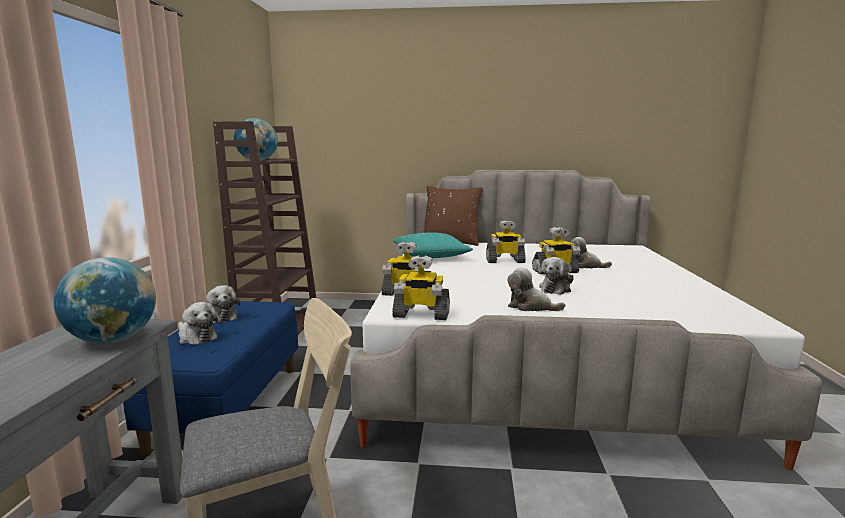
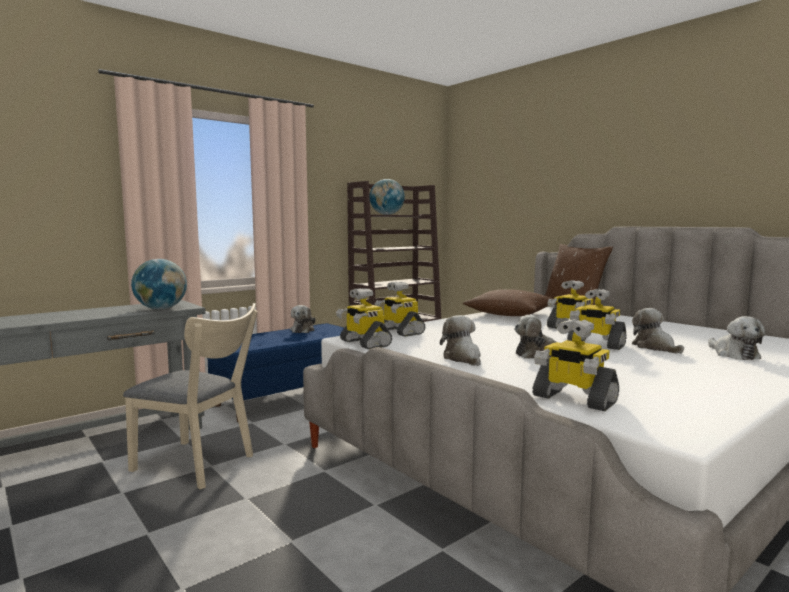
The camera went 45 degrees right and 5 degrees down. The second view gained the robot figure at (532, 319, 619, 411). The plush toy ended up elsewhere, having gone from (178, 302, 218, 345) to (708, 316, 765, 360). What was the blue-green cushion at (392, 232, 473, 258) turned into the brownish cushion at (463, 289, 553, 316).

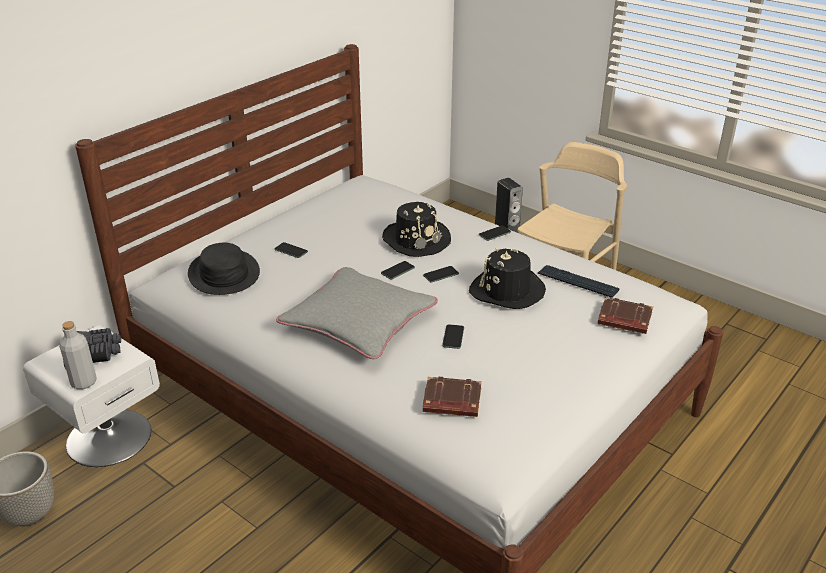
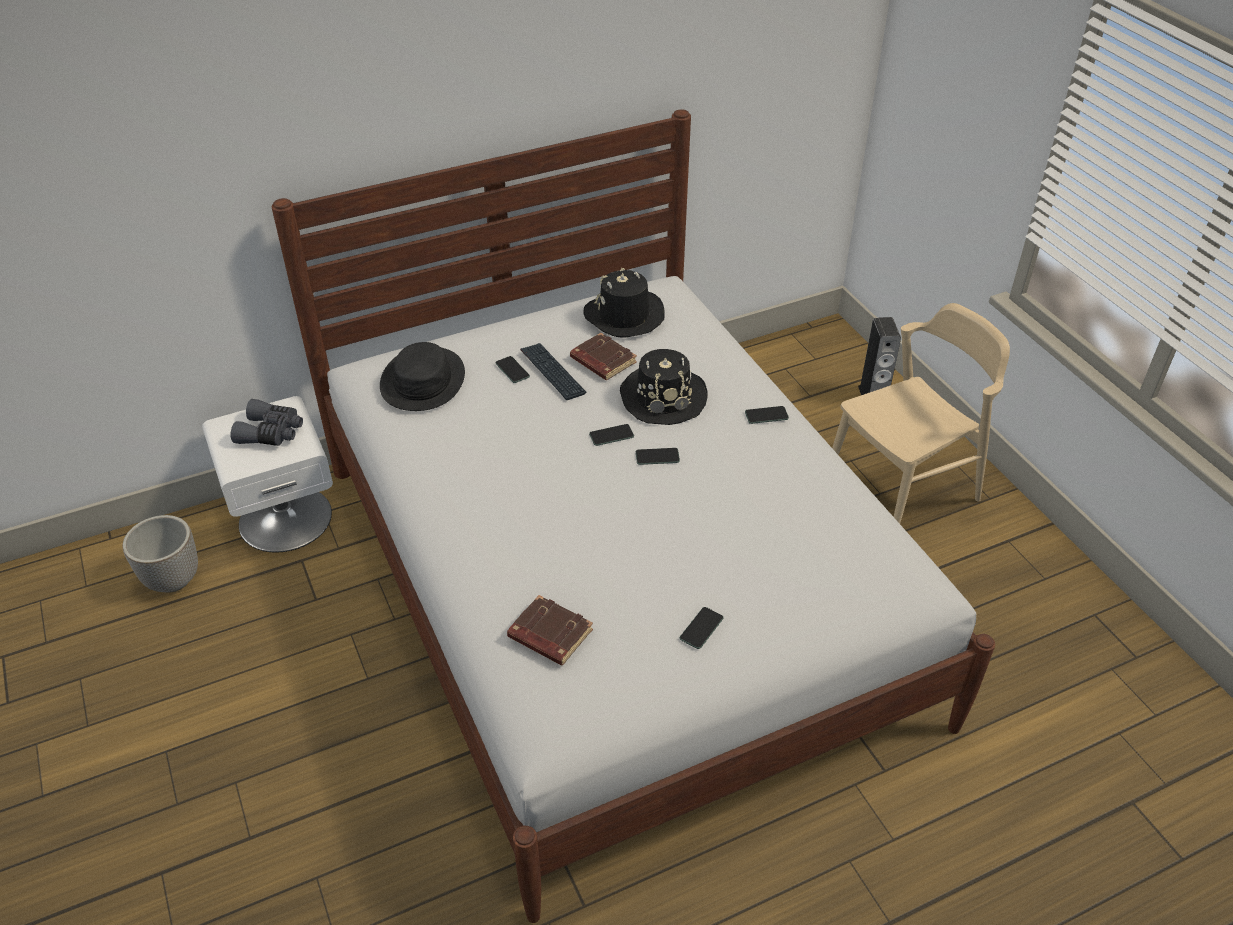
The camera went 25 degrees right and 10 degrees up. The second view lost the grey drink bottle at (59, 321, 97, 389). The second view lost the grey cushion at (276, 267, 438, 359). The handset ended up elsewhere, having gone from (442, 324, 464, 349) to (680, 607, 724, 649). The black-coloured clothing hat ended up elsewhere, having gone from (469, 248, 546, 309) to (584, 268, 665, 337). The computer keyboard ended up elsewhere, having gone from (538, 265, 620, 298) to (520, 343, 586, 400). The brownish book ended up elsewhere, having gone from (598, 297, 653, 334) to (570, 333, 637, 380).

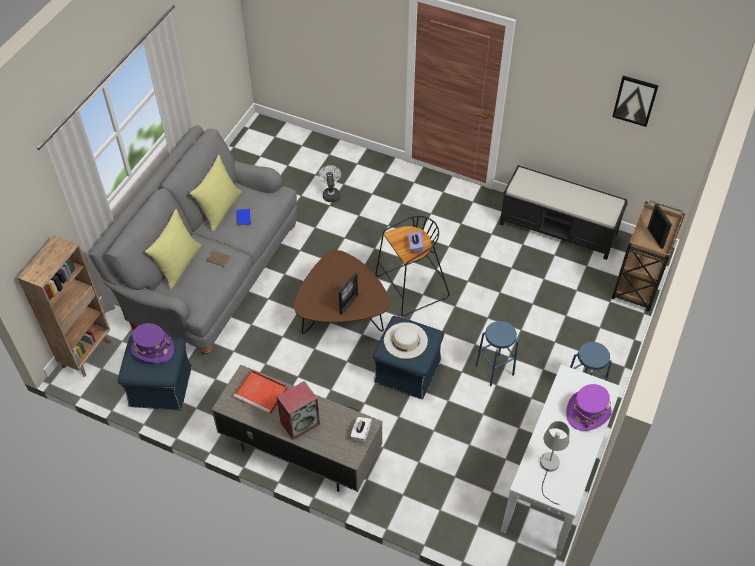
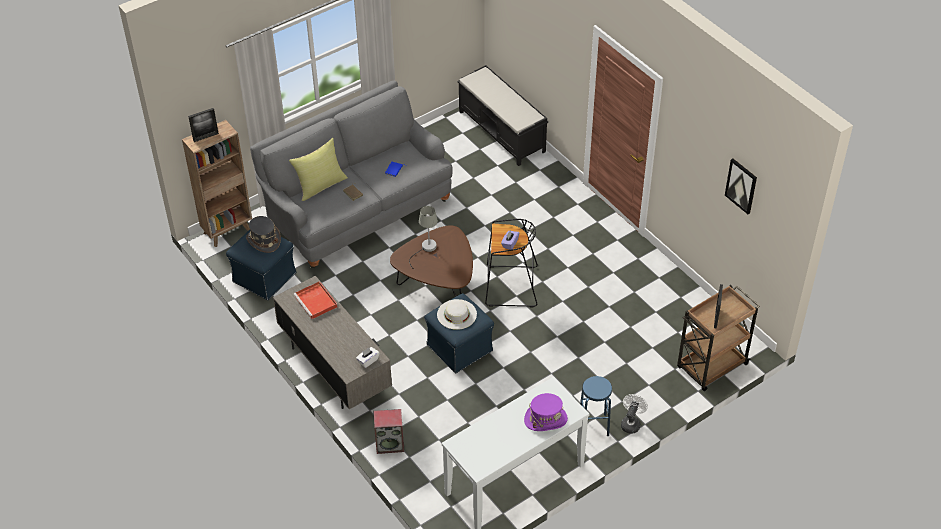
The camera went 30 degrees right and 5 degrees down. The second view lost the yellow cushion at (190, 155, 242, 232). The second view lost the blue-coloured sitting stool at (476, 321, 518, 386). The loudspeaker ended up elsewhere, having gone from (277, 381, 320, 440) to (373, 409, 404, 454). The whitish electric fan ended up elsewhere, having gone from (318, 165, 341, 202) to (621, 394, 648, 434). The photo frame ended up elsewhere, having gone from (339, 273, 358, 315) to (188, 108, 219, 142). The black-coloured long seat ended up elsewhere, having gone from (500, 165, 628, 260) to (457, 65, 548, 166). The grey lamp for a table ended up elsewhere, having gone from (540, 421, 569, 505) to (409, 206, 438, 270). What was the purple-coloured clothing hat at (131, 323, 174, 363) turned into the grey clothing hat at (246, 216, 281, 253).

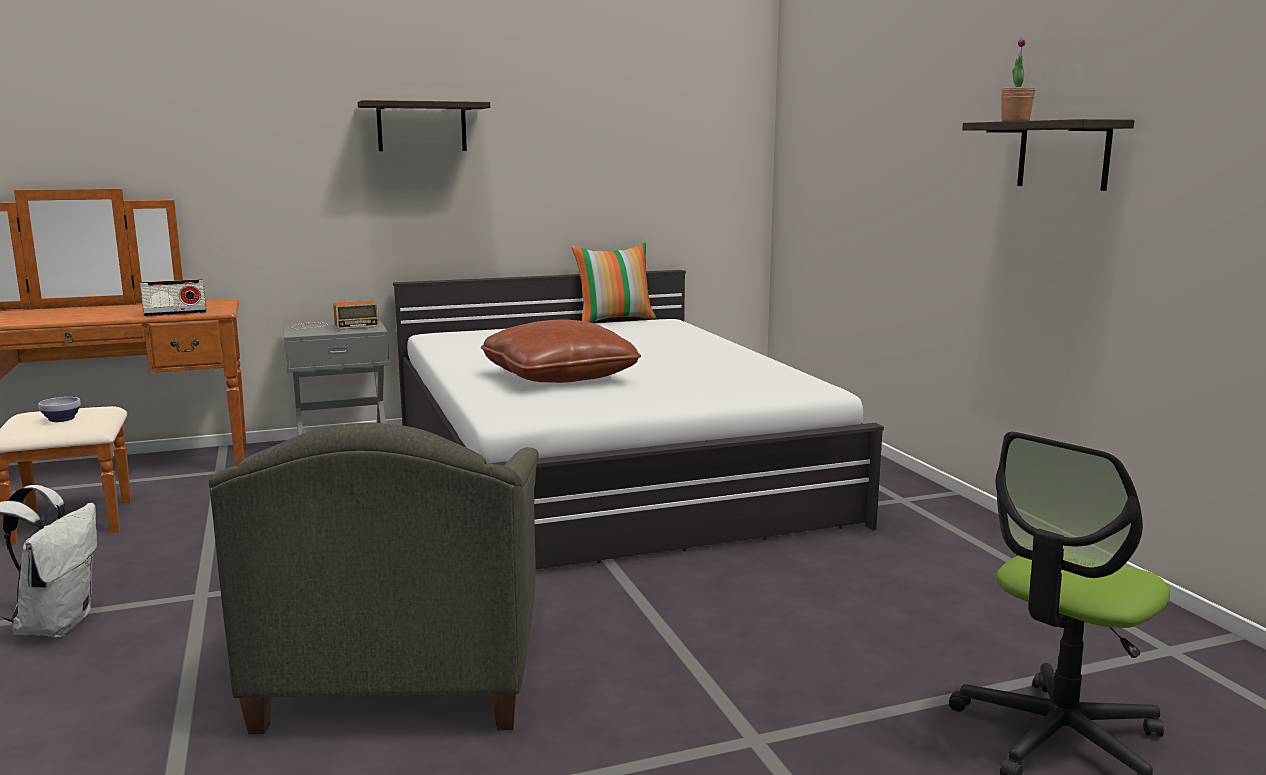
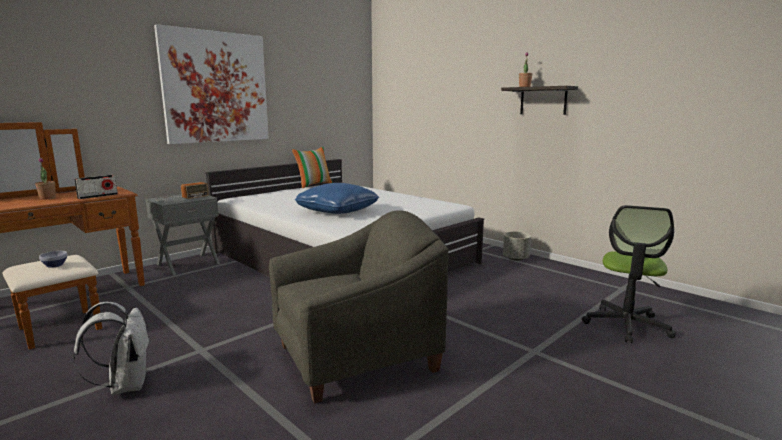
The camera went 25 degrees left and 0 degrees up. The second view gained the potted plant at (35, 158, 56, 200). The second view gained the grey flower pot at (503, 232, 531, 261). Where the wall shelf hung at (358, 100, 490, 151), the wall art came to hang at (154, 24, 269, 144). What was the brownish cushion at (481, 319, 641, 383) turned into the blue-coloured cushion at (295, 183, 379, 214). The grey easy chair at (209, 423, 539, 734) ended up facing another way, 90 degrees counterclockwise from before.

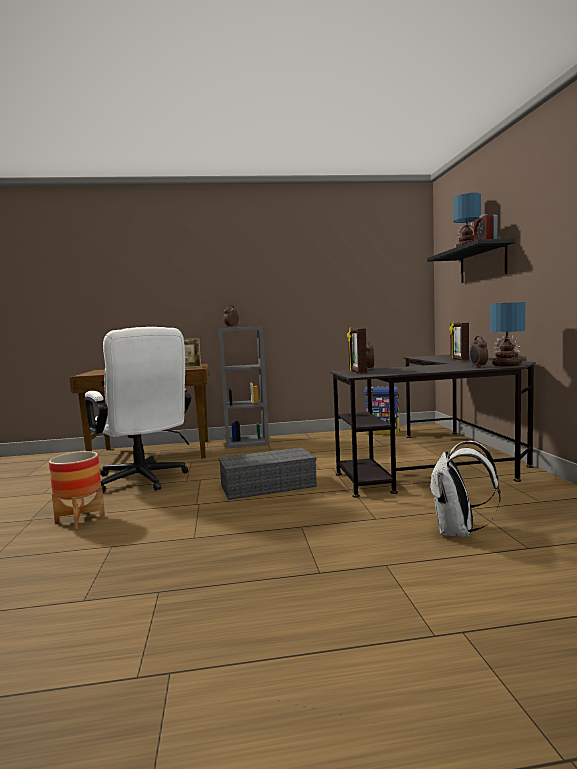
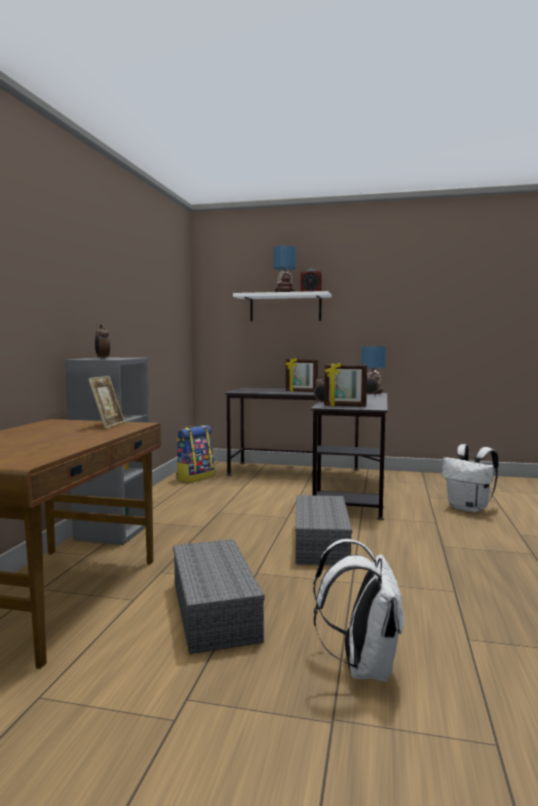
The camera went 70 degrees left and 0 degrees up. Where the flower pot stood at (49, 451, 105, 529), the whitish knapsack came to stand at (313, 539, 404, 682). Where the whitish office chair stood at (85, 327, 191, 492), the grey storage box came to stand at (173, 539, 264, 654). What was the black-coloured wall shelf at (427, 238, 515, 283) turned into the whitish wall shelf at (233, 291, 331, 321).

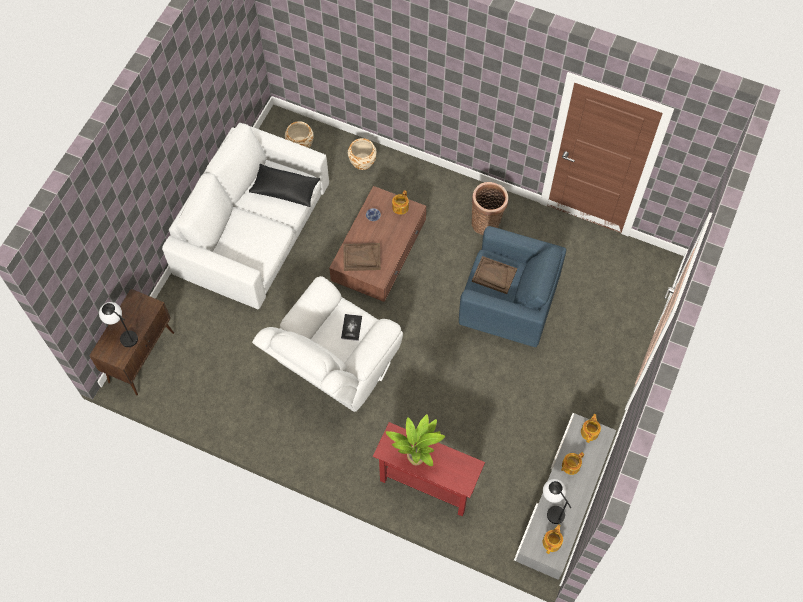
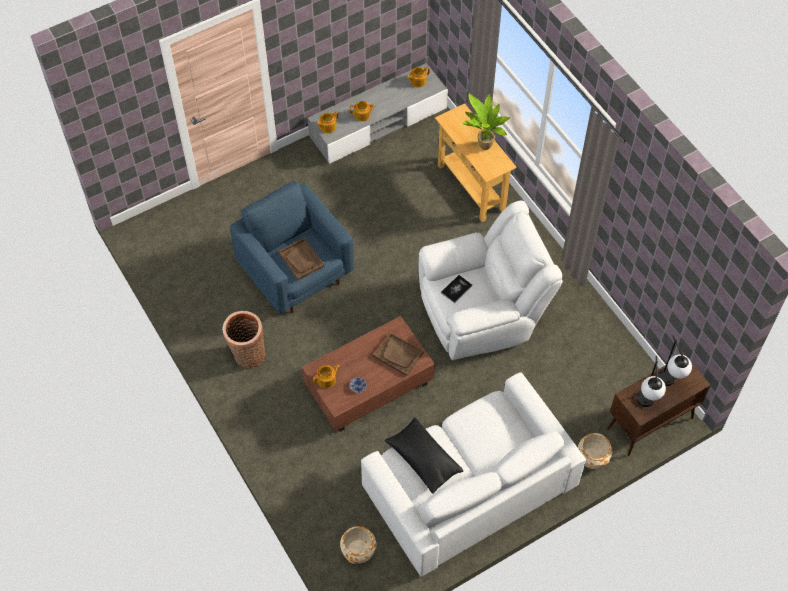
The camera went 145 degrees left and 5 degrees down. The beige-coloured flower pot ended up elsewhere, having gone from (348, 138, 377, 170) to (578, 433, 612, 469). The lamp for a table ended up elsewhere, having gone from (543, 479, 571, 524) to (636, 356, 666, 407). What was the red-coloured narrow table at (373, 422, 485, 517) turned into the beige-coloured narrow table at (435, 103, 517, 222).

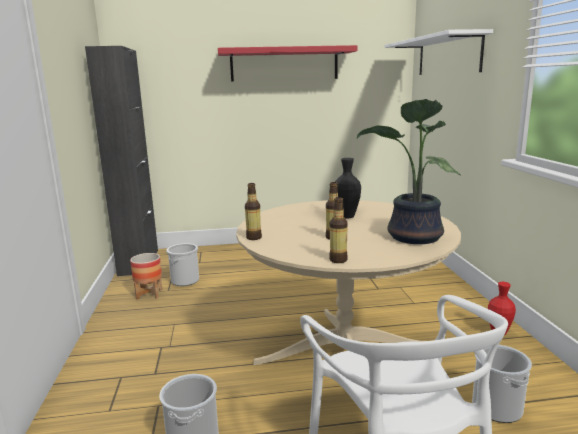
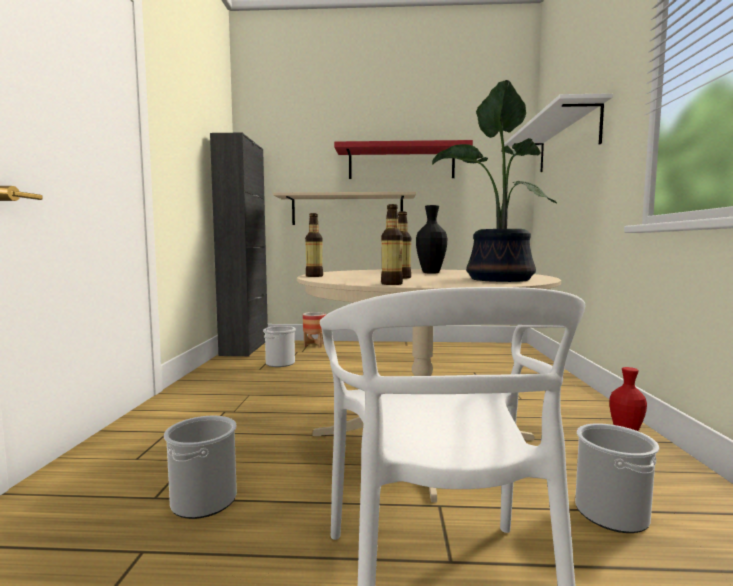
The camera went 10 degrees right and 10 degrees down. The second view gained the beige-coloured wall shelf at (273, 192, 416, 225). The flower pot ended up elsewhere, having gone from (130, 253, 163, 300) to (303, 312, 326, 348).

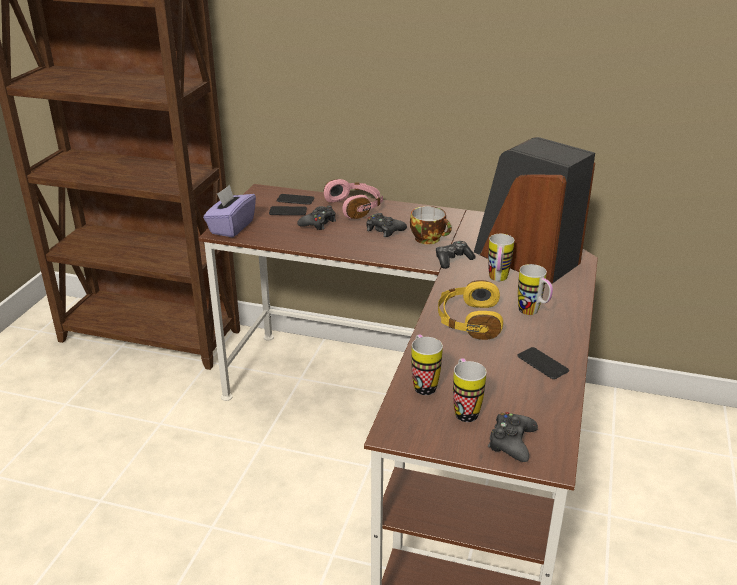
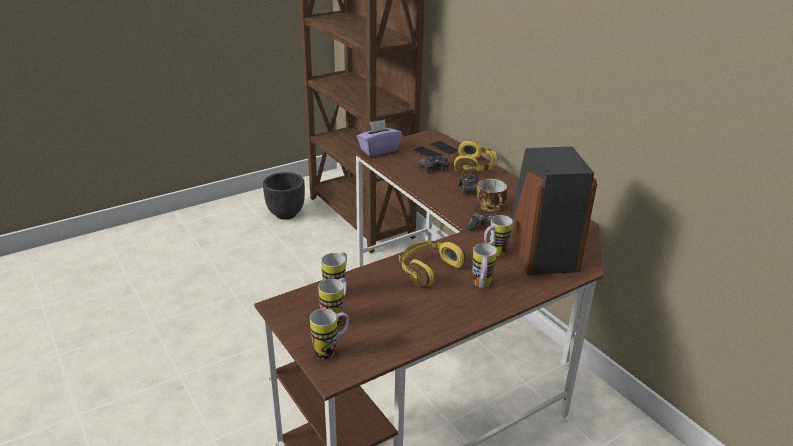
The camera went 40 degrees right and 0 degrees up. The second view lost the handset at (517, 347, 569, 379). The second view gained the black-coloured flower pot at (263, 172, 305, 219). Where the black-coloured joypad stood at (488, 412, 538, 462), the coffee mug came to stand at (310, 309, 349, 360). What was the pink-coloured headphones at (324, 179, 383, 219) turned into the yellow headphones at (454, 141, 497, 175).

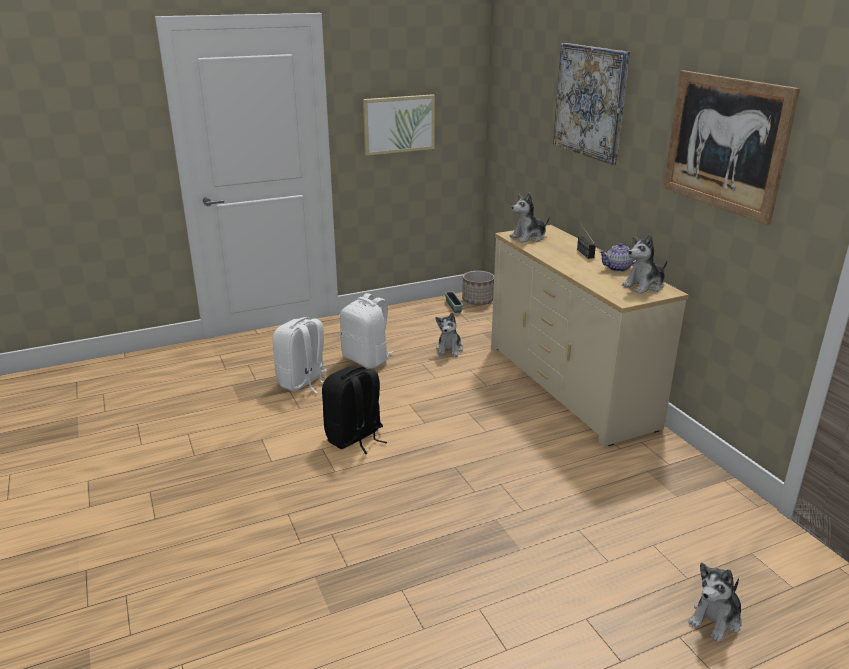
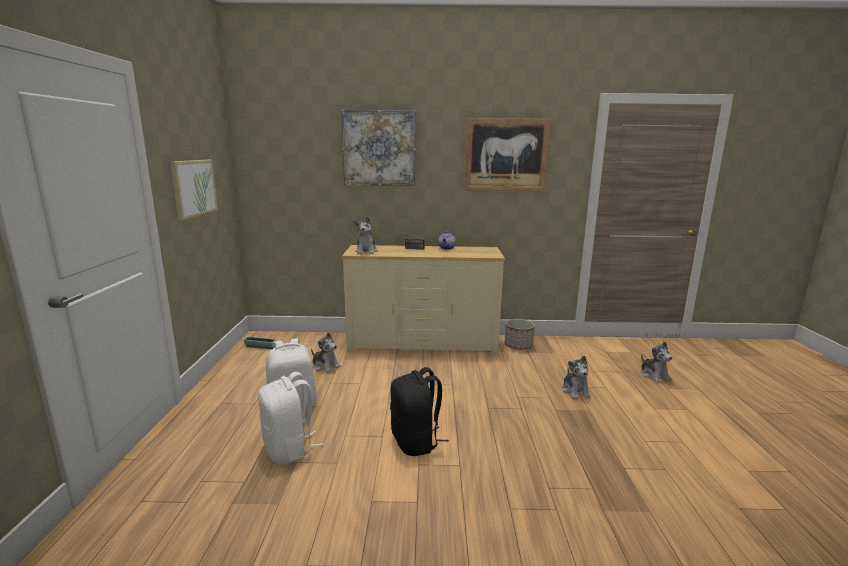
The camera went 65 degrees left and 10 degrees down. The flower pot ended up elsewhere, having gone from (462, 271, 494, 305) to (504, 319, 535, 350). The plush toy ended up elsewhere, having gone from (622, 234, 667, 294) to (562, 356, 591, 399).

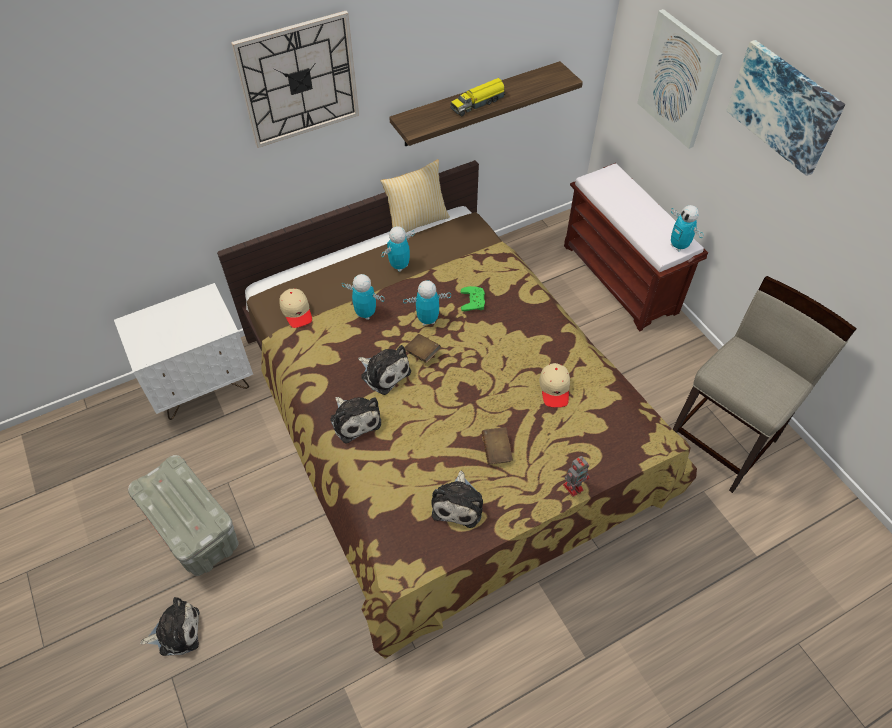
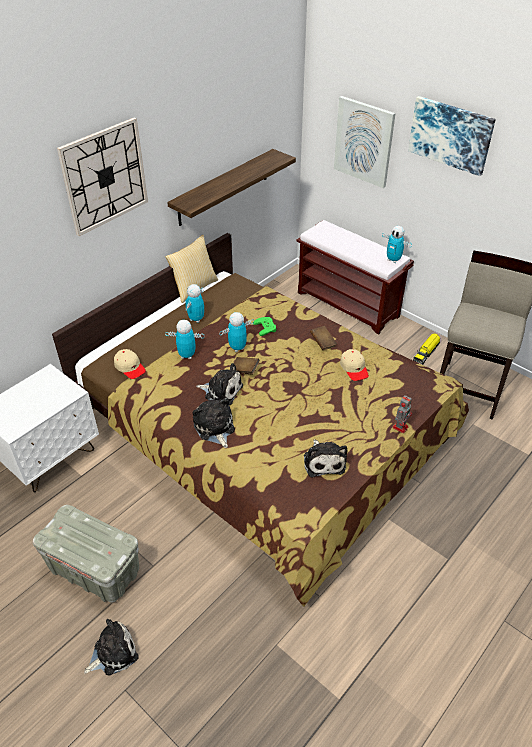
The camera went 20 degrees left and 10 degrees down. The toy truck ended up elsewhere, having gone from (450, 78, 506, 116) to (413, 333, 440, 364). The brownish book ended up elsewhere, having gone from (482, 427, 513, 465) to (310, 326, 337, 350). The plush toy at (330, 397, 381, 443) ended up facing another way, 150 degrees counterclockwise from before.

